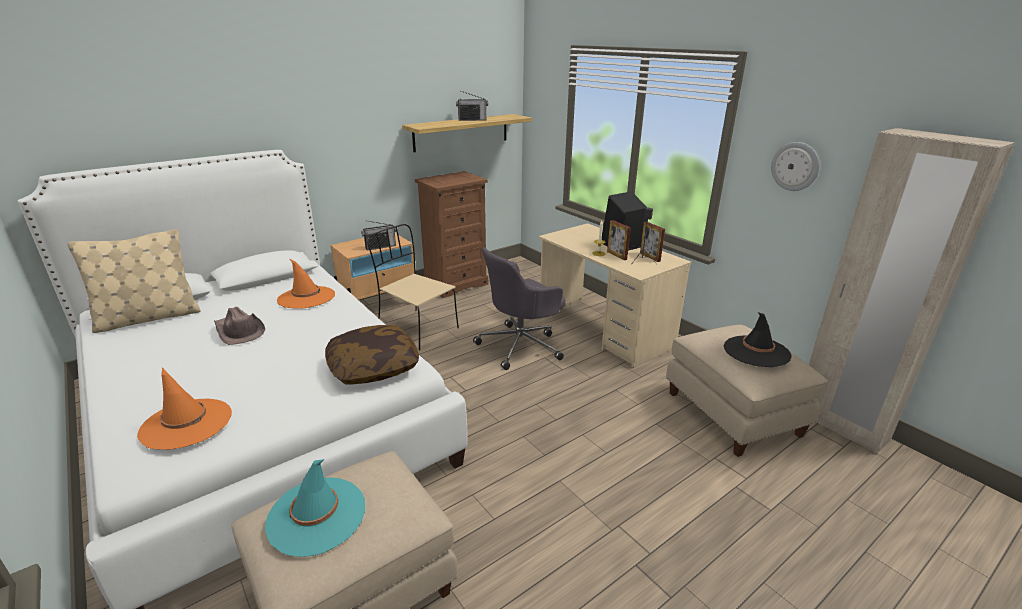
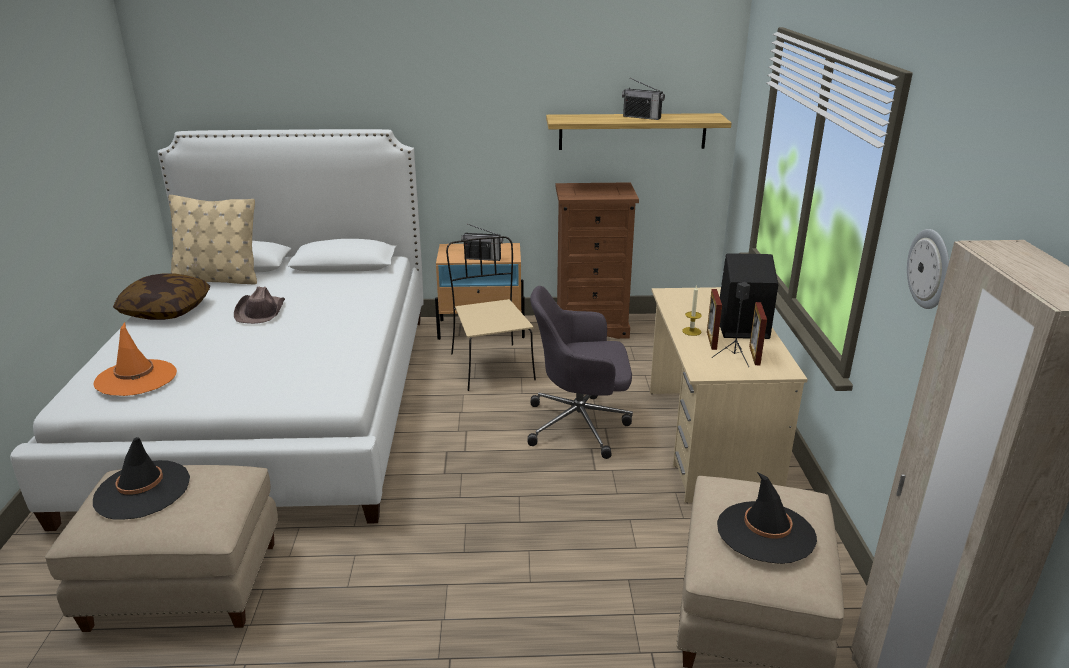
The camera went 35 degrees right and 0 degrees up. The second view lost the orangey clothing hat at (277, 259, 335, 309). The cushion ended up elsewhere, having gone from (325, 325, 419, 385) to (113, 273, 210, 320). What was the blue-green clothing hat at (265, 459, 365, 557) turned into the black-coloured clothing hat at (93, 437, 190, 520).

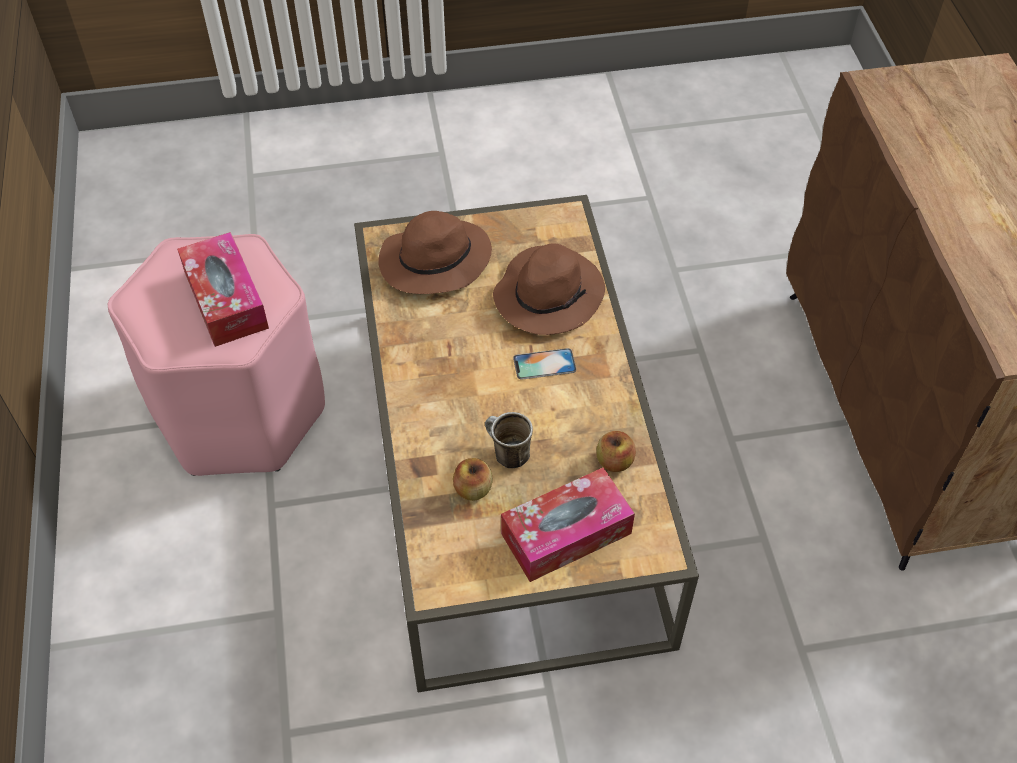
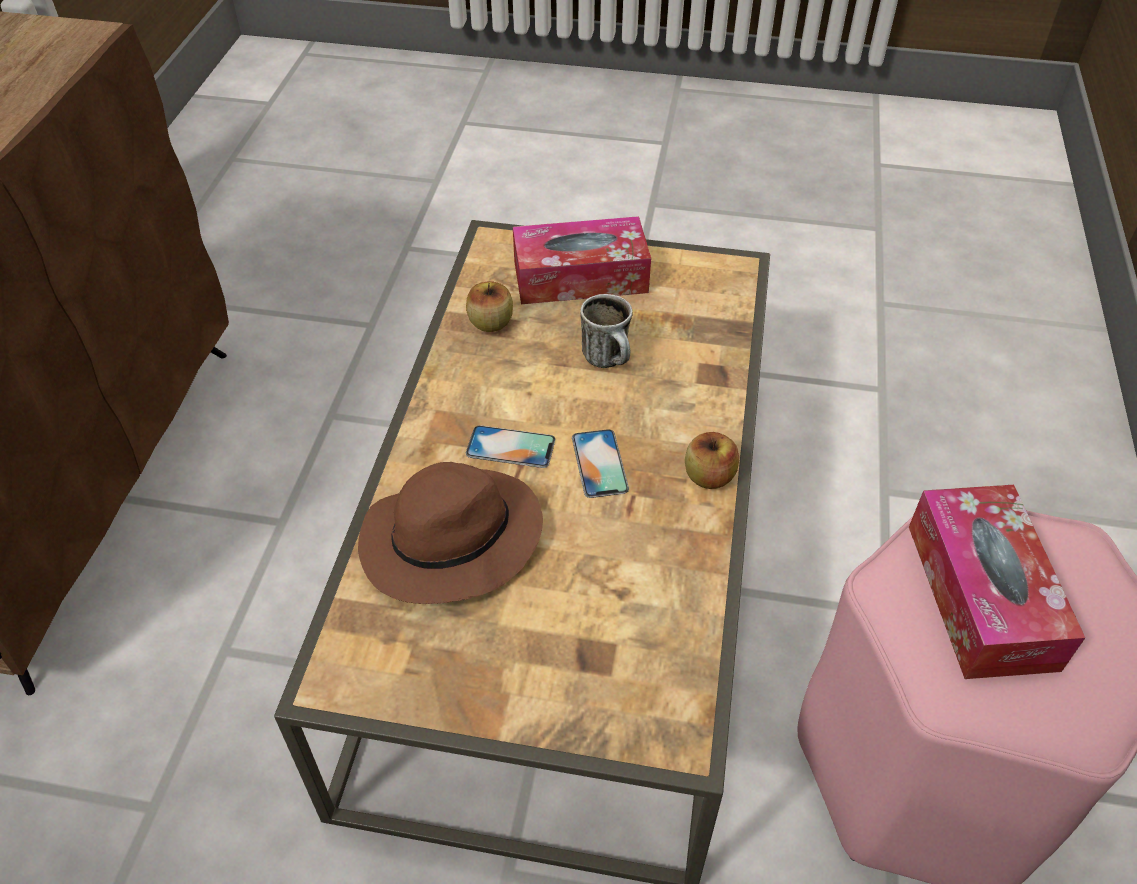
The camera went 160 degrees left and 5 degrees down. The second view lost the brownish clothing hat at (379, 211, 492, 294). The second view gained the handset at (572, 429, 629, 498). The whole apple ended up elsewhere, having gone from (453, 458, 493, 501) to (685, 432, 739, 489).

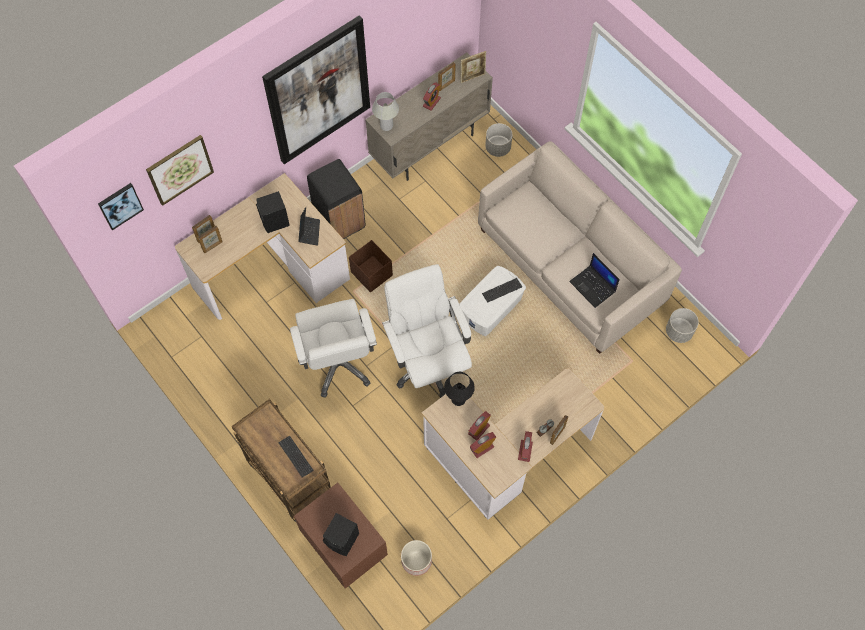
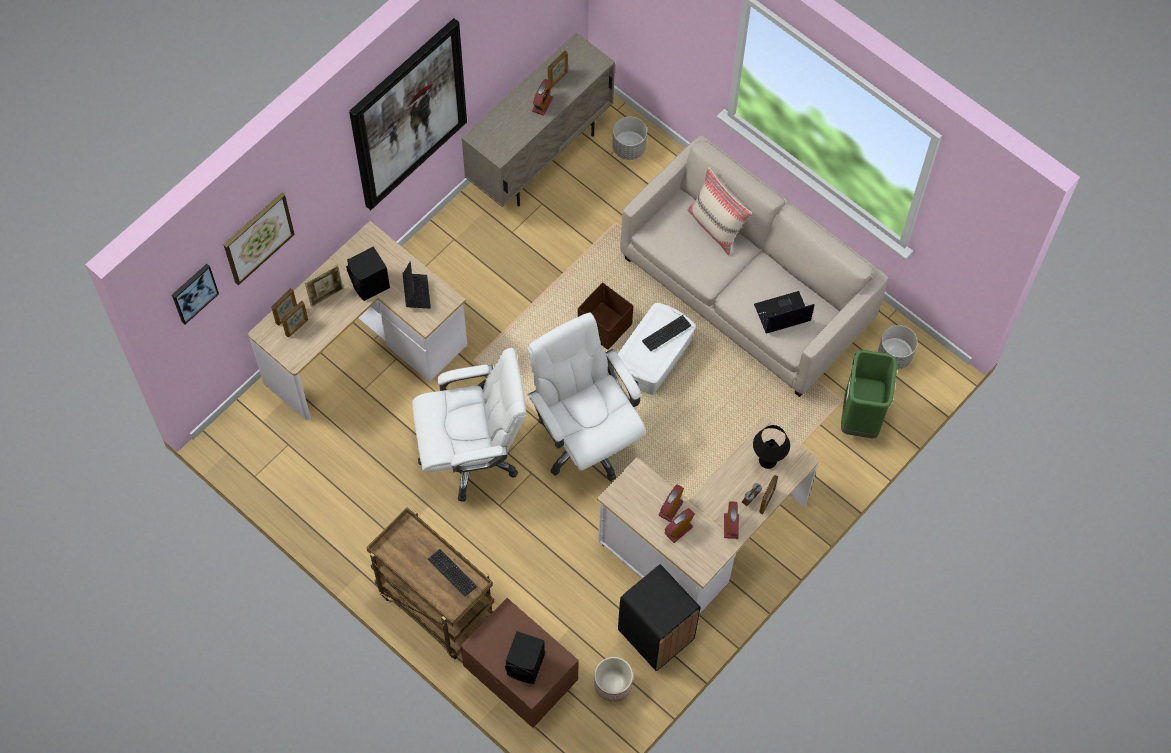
The camera went 10 degrees left and 0 degrees up. The second view lost the whitish lamp for a table at (372, 92, 399, 131). The second view gained the beige-coloured cushion at (688, 167, 752, 255). The second view gained the greenish trash can at (841, 350, 897, 438). The black-coloured trash can ended up elsewhere, having gone from (307, 159, 366, 239) to (618, 564, 700, 671). The brownish storage box ended up elsewhere, having gone from (349, 240, 393, 293) to (578, 282, 633, 350). The black-coloured lamp for a table ended up elsewhere, having gone from (444, 372, 475, 406) to (753, 425, 790, 469). The photo frame ended up elsewhere, having gone from (461, 51, 486, 83) to (305, 264, 344, 307). The whitish office chair at (290, 299, 377, 398) ended up facing another way, 75 degrees counterclockwise from before. The notebook computer at (569, 253, 620, 308) ended up facing another way, 120 degrees clockwise from before.

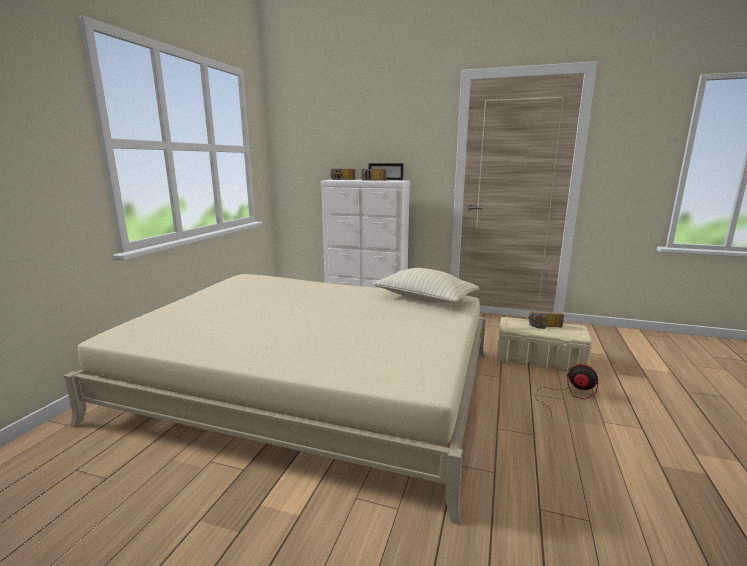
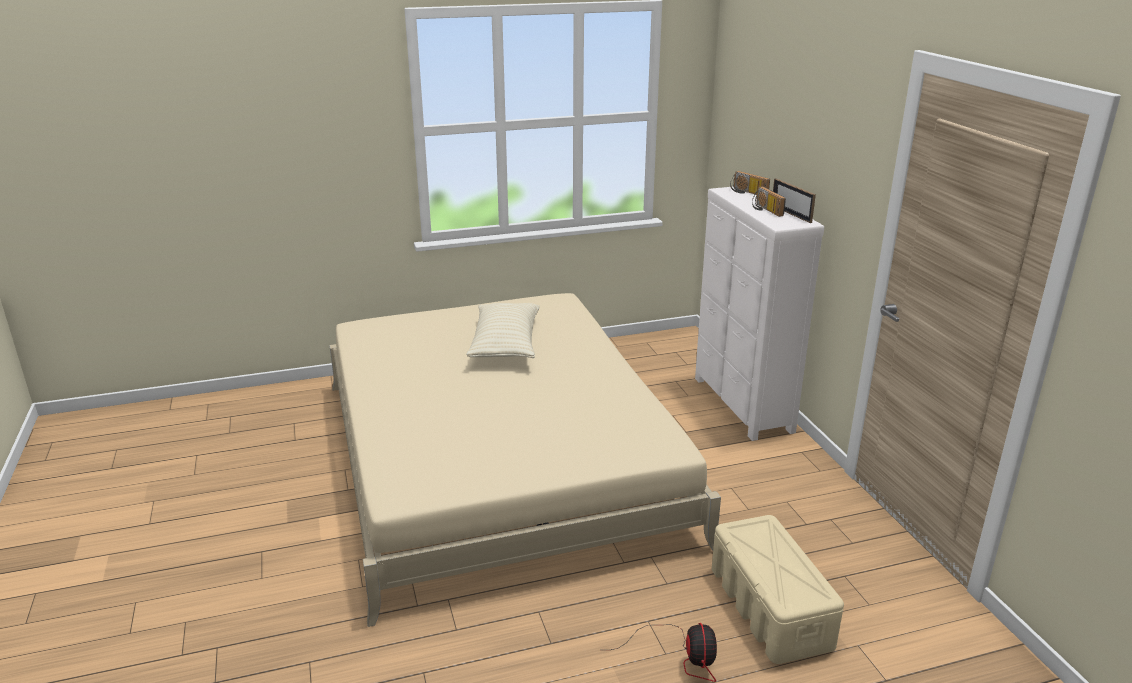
The camera went 55 degrees right and 10 degrees up. The second view lost the radio set at (529, 312, 564, 329). The beige-coloured cushion ended up elsewhere, having gone from (373, 268, 479, 303) to (466, 303, 539, 358).

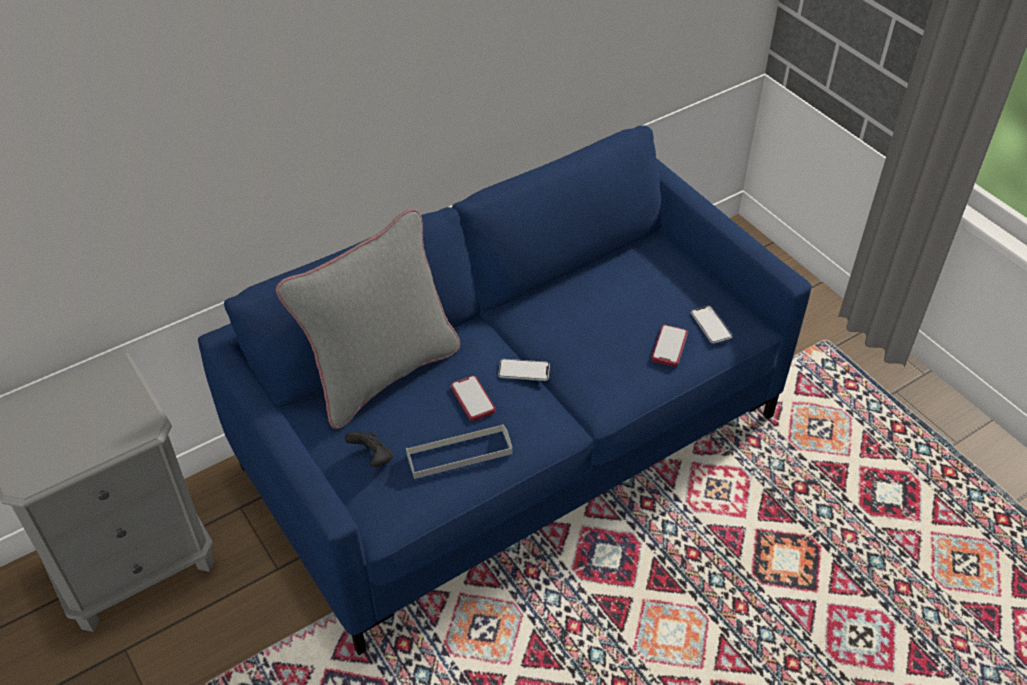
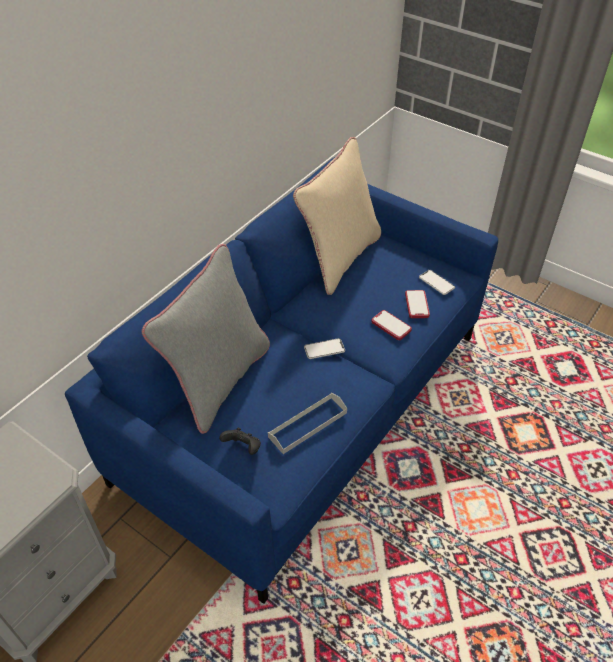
The camera went 20 degrees left and 0 degrees up. The second view gained the beige-coloured cushion at (293, 137, 381, 295). The handset ended up elsewhere, having gone from (451, 375, 495, 421) to (371, 310, 412, 340).

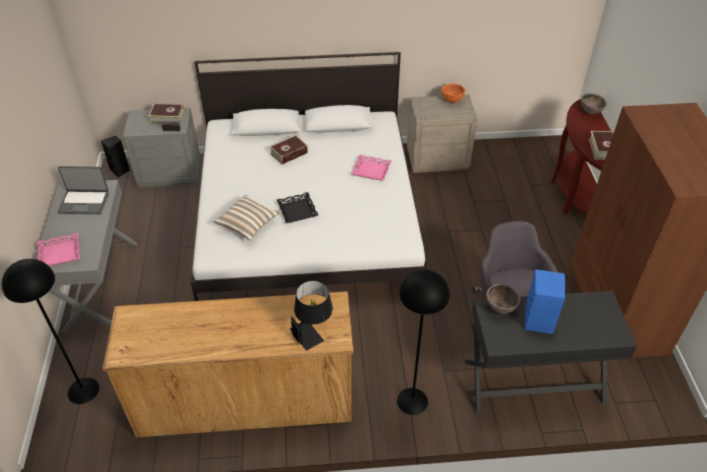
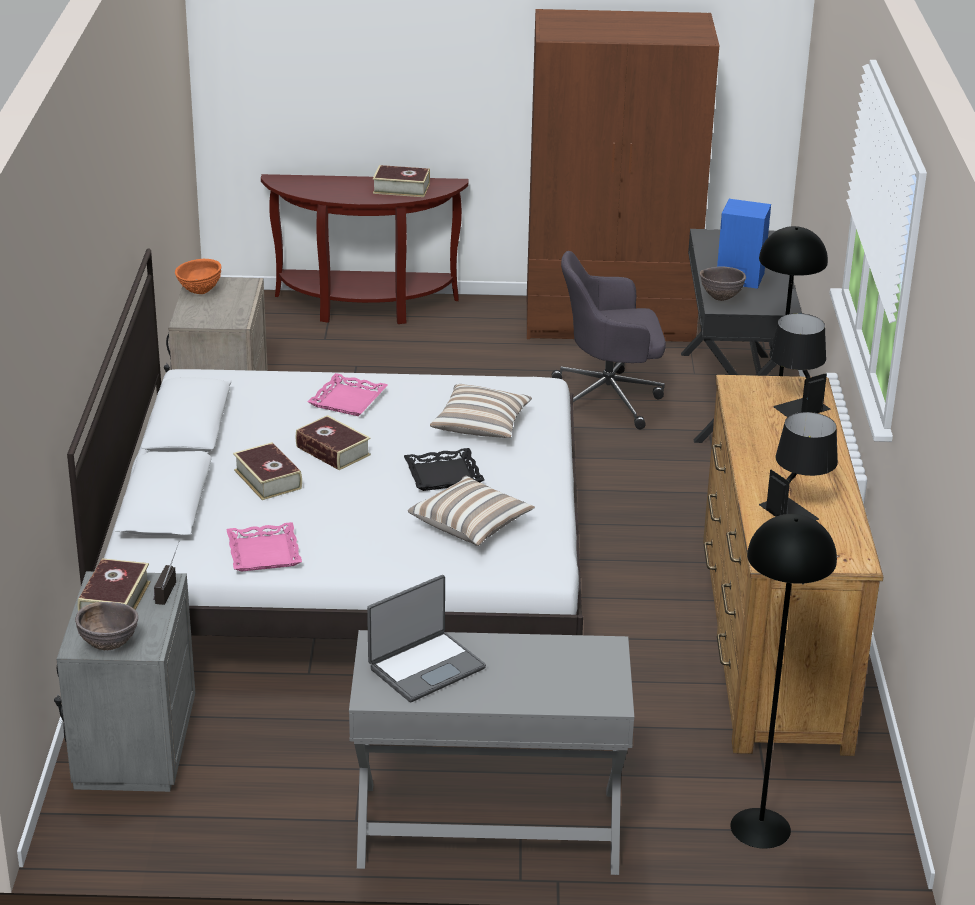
The camera went 85 degrees left and 15 degrees down. The second view lost the black-coloured loudspeaker at (101, 136, 130, 178). The second view gained the book at (296, 415, 371, 470). The second view gained the cushion at (430, 384, 532, 438). The second view gained the black-coloured lamp for a table at (759, 412, 838, 520). The pink-coloured serving tray ended up elsewhere, having gone from (37, 233, 80, 266) to (226, 522, 302, 572). The brownish bowl ended up elsewhere, having gone from (581, 93, 607, 114) to (75, 602, 138, 650). The notebook computer at (58, 166, 109, 214) ended up facing another way, 45 degrees clockwise from before.

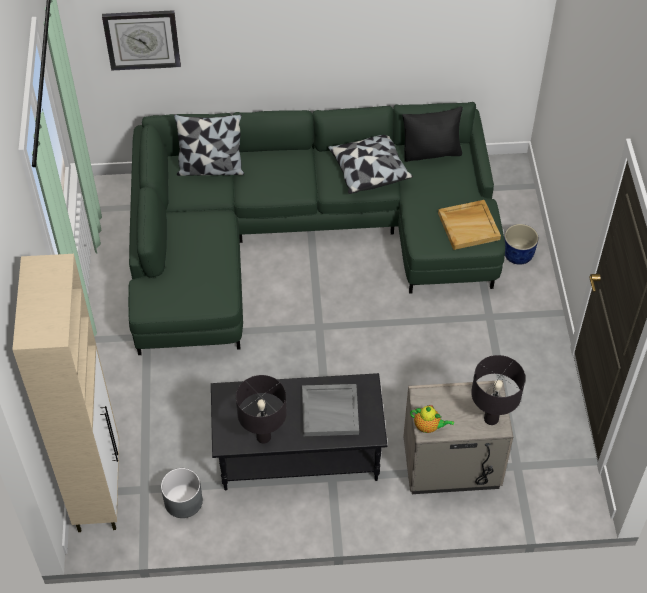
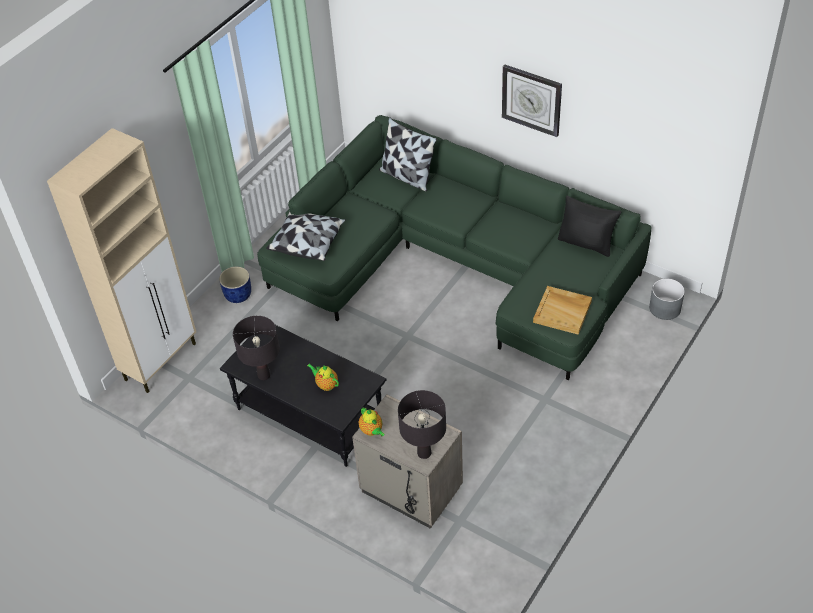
The camera went 40 degrees right and 5 degrees down. The clock on the wall ended up elsewhere, having gone from (102, 10, 181, 71) to (502, 65, 562, 137). The grey flower pot ended up elsewhere, having gone from (161, 468, 203, 518) to (649, 278, 685, 320). The cushion ended up elsewhere, having gone from (328, 135, 413, 194) to (266, 211, 346, 261). The blue-coloured flower pot ended up elsewhere, having gone from (504, 224, 538, 265) to (219, 266, 251, 303). Where the grey serving tray stood at (302, 384, 359, 436), the teapot came to stand at (307, 364, 339, 391).

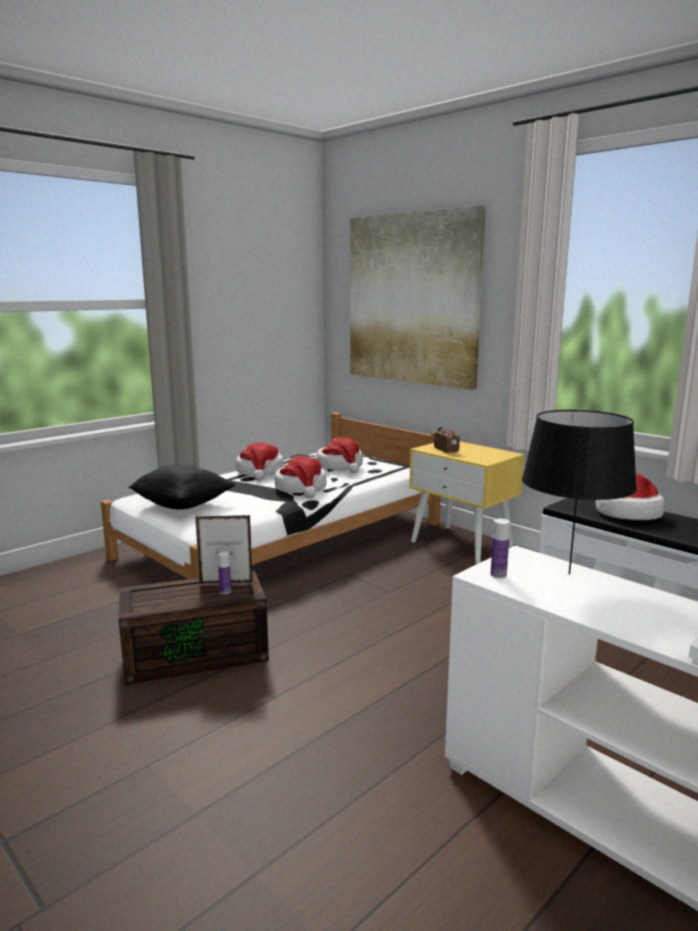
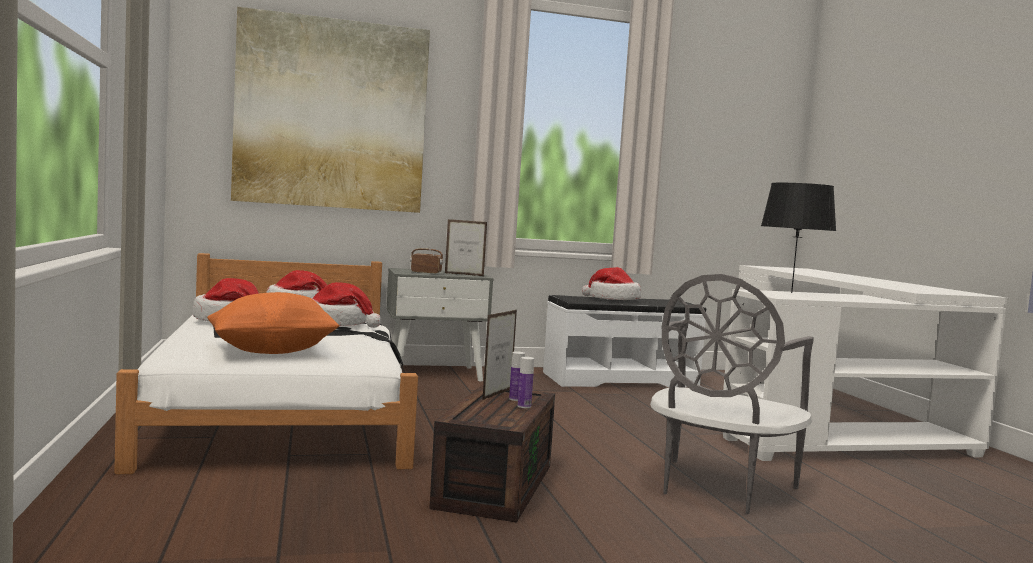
The camera went 60 degrees left and 10 degrees down. The second view gained the photo frame at (445, 219, 487, 276). The second view gained the grey plain chair at (650, 274, 814, 514). The drink bottle ended up elsewhere, having gone from (491, 519, 510, 579) to (518, 357, 534, 408). What was the black-coloured cushion at (129, 464, 235, 509) turned into the orangey cushion at (207, 292, 340, 354). What was the yellow nightstand at (409, 442, 525, 564) turned into the grey nightstand at (386, 268, 494, 381).

